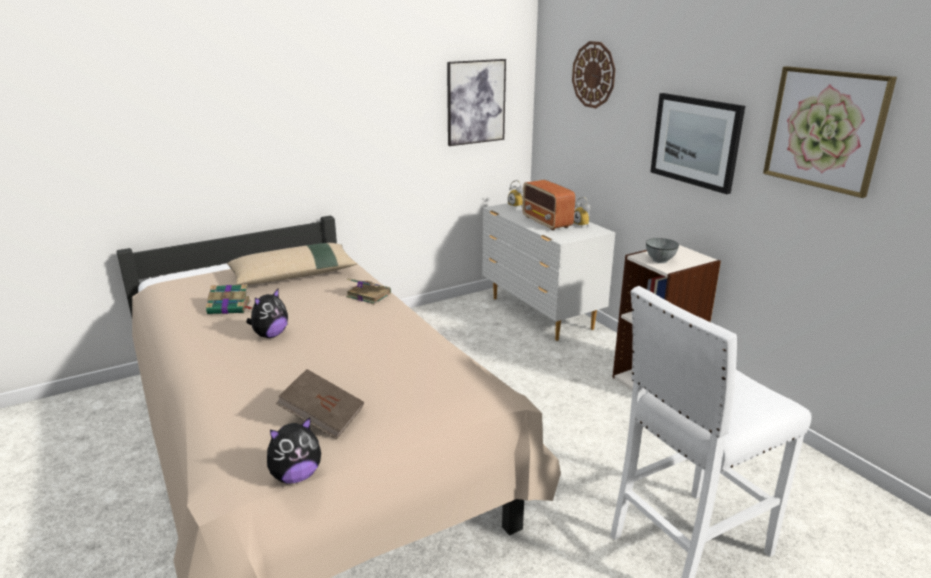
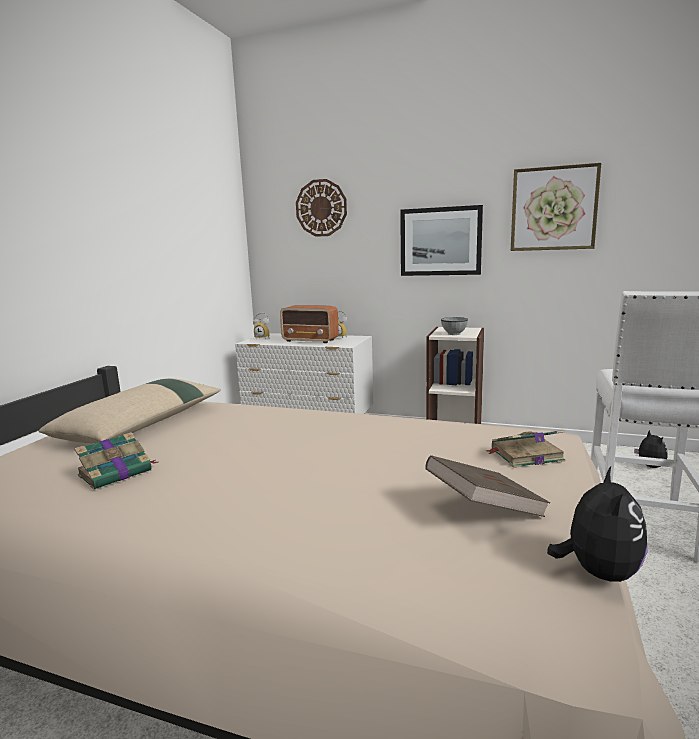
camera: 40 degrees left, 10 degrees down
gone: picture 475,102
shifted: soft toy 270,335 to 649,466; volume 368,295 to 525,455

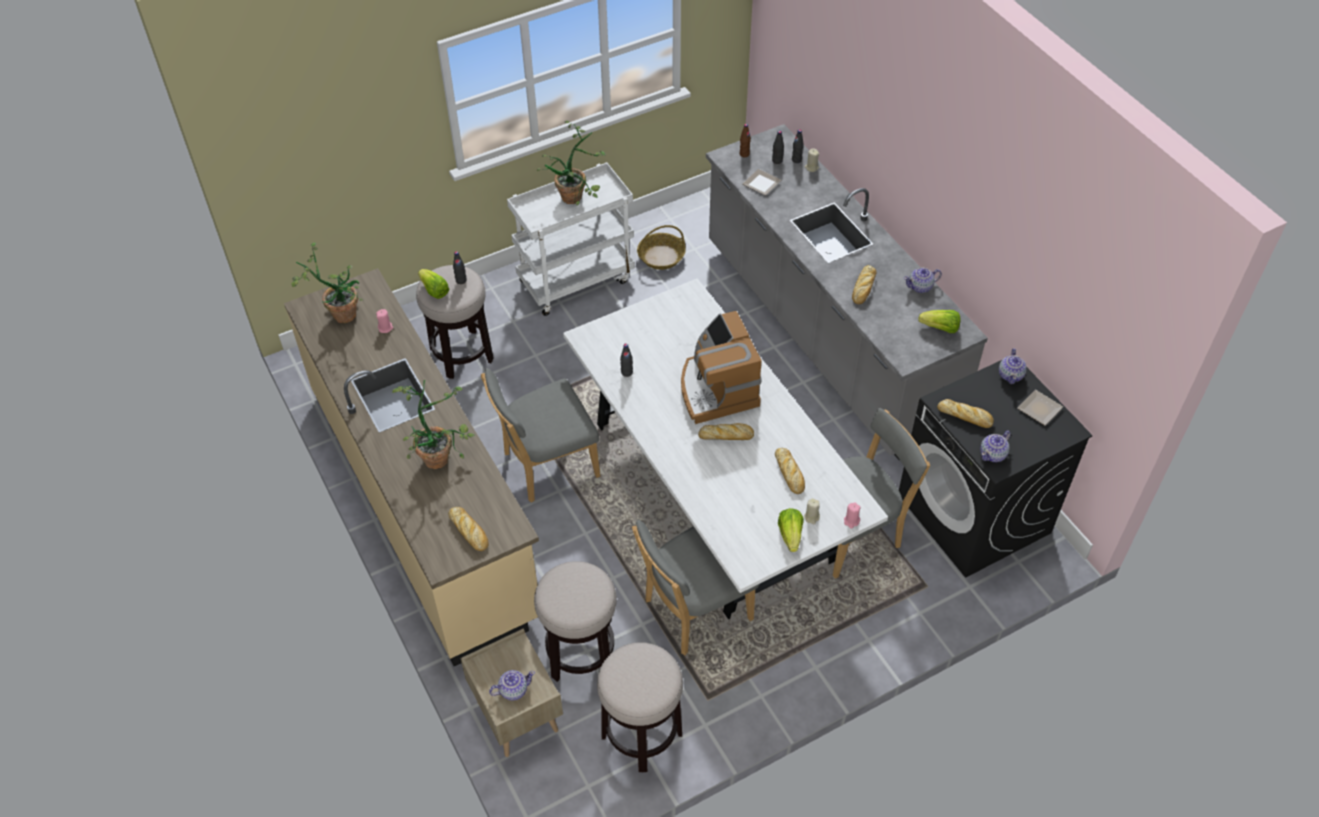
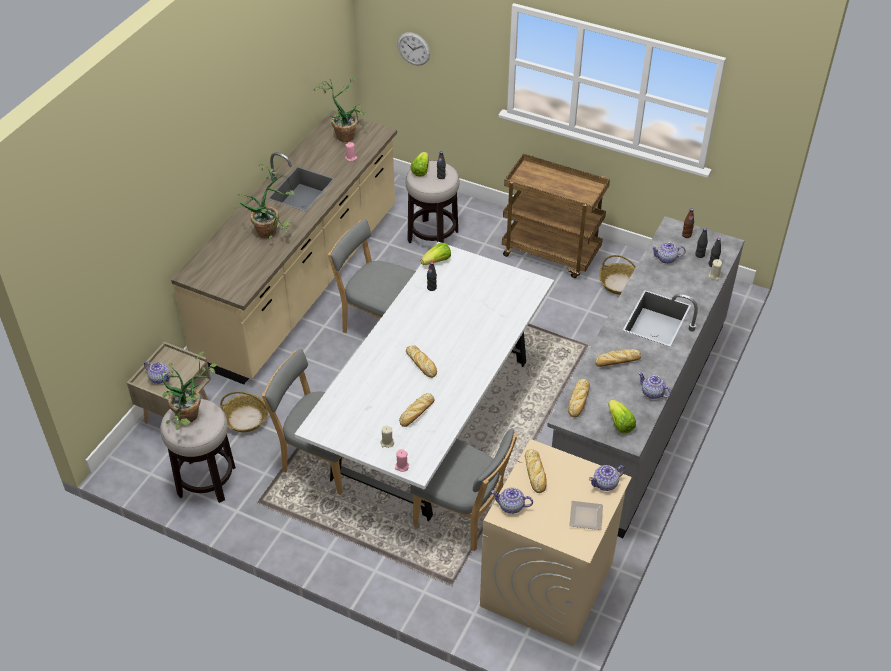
camera: 55 degrees right, 5 degrees down
gone: coffee maker 716,389
new: hanging clock 413,49
shifted: bakery bread 469,531 to 578,401; potted plant 577,196 to 191,418; lettuce head 790,535 to 437,261
swapped: sitting stool 580,653 to basket 246,418; plate 763,183 to pot for tea 666,259
repainted: white-coloured cart 576,280 to brown cart 551,253; black washing machine 974,514 to beige washing machine 547,585

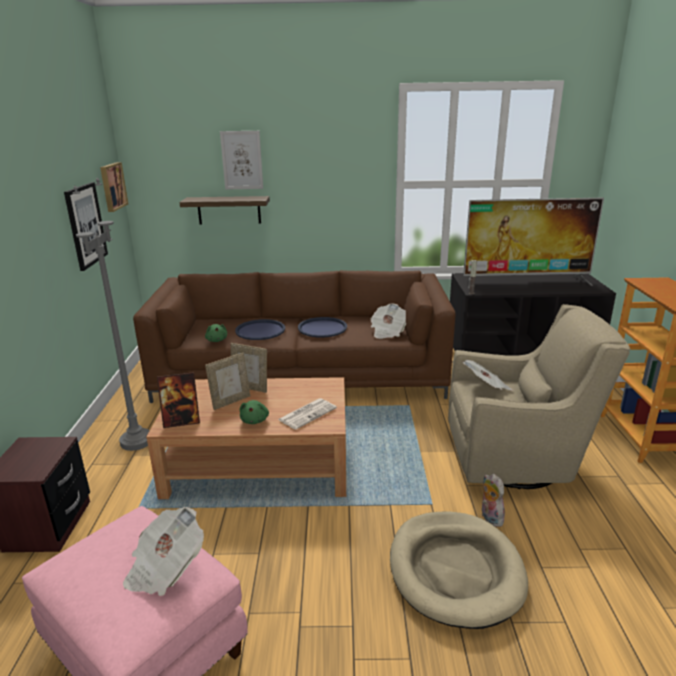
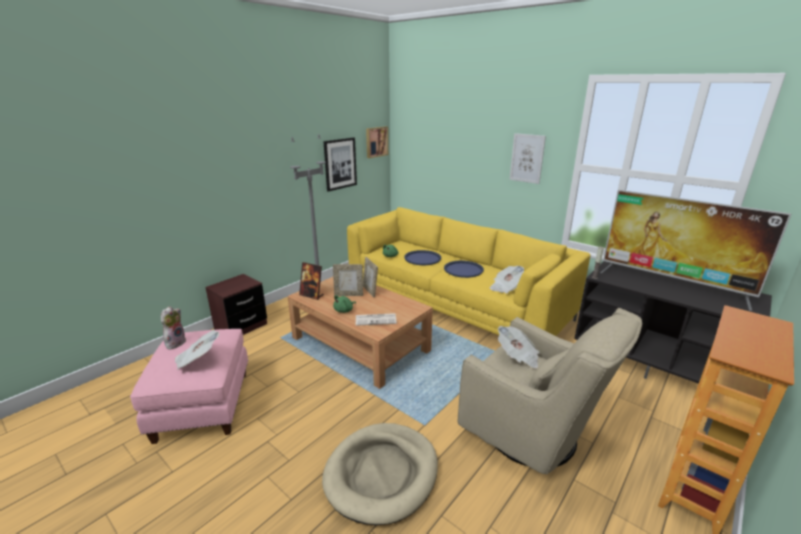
camera: 40 degrees right, 0 degrees up
gone: bracket shelf 229,210
shifted: picture 242,160 to 527,158; soft toy 489,518 to 175,343
repainted: brown couch 301,374 to yellow-coloured couch 454,301

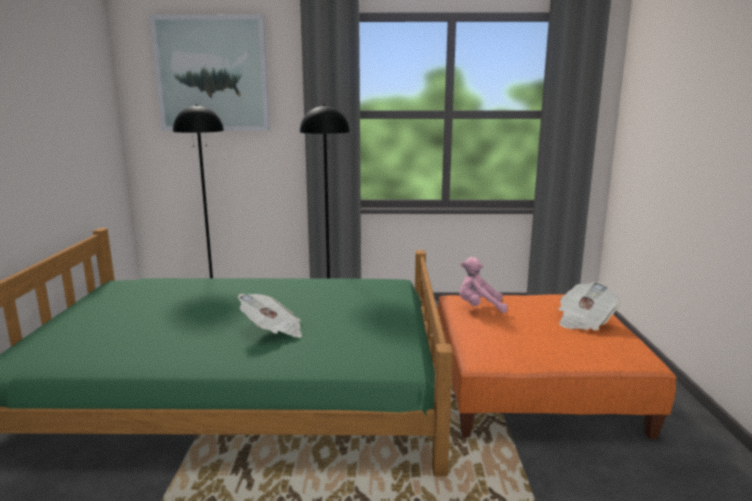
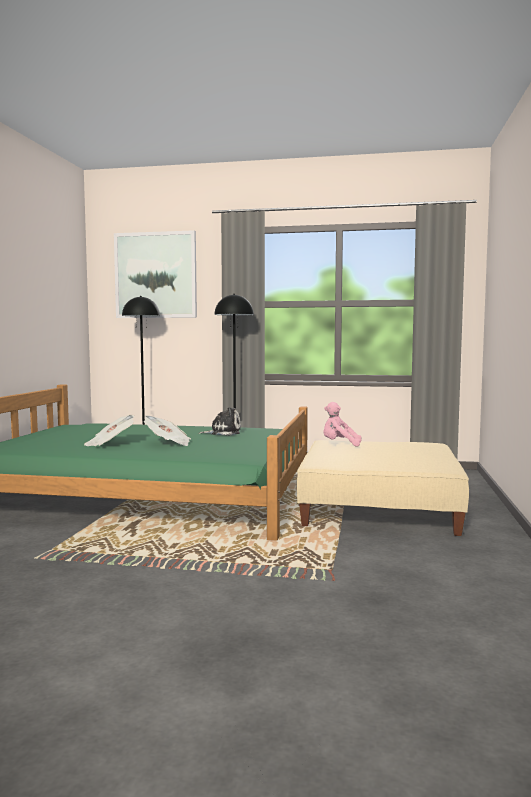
camera: 10 degrees right, 10 degrees down
new: soft toy 223,432
shifted: printed paper 584,321 to 110,444
repainted: orangey pouffe 533,387 to beige pouffe 378,508

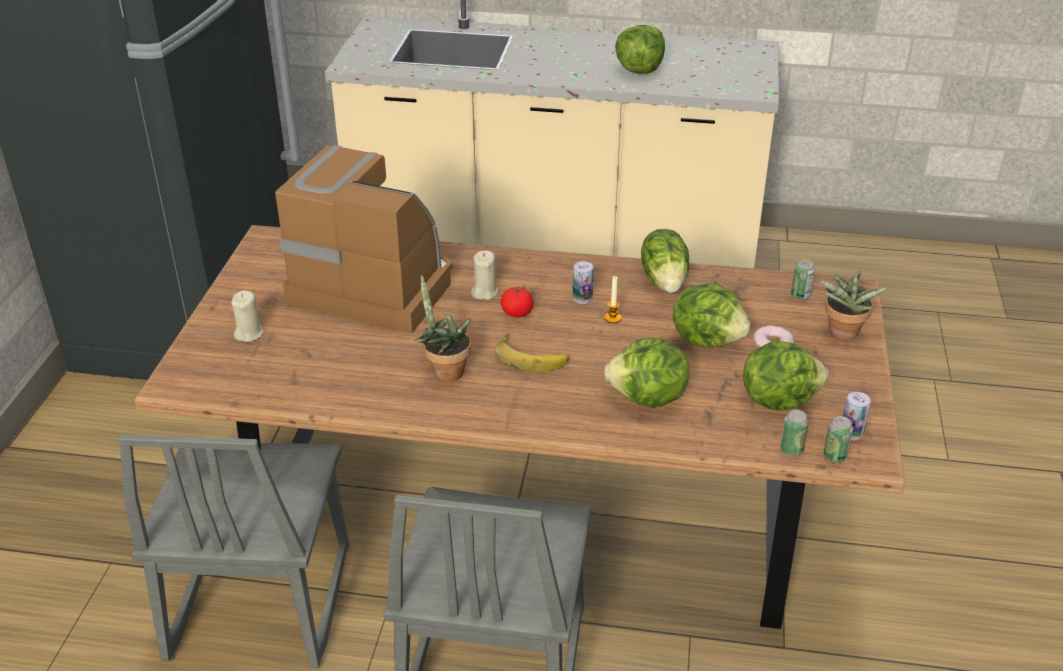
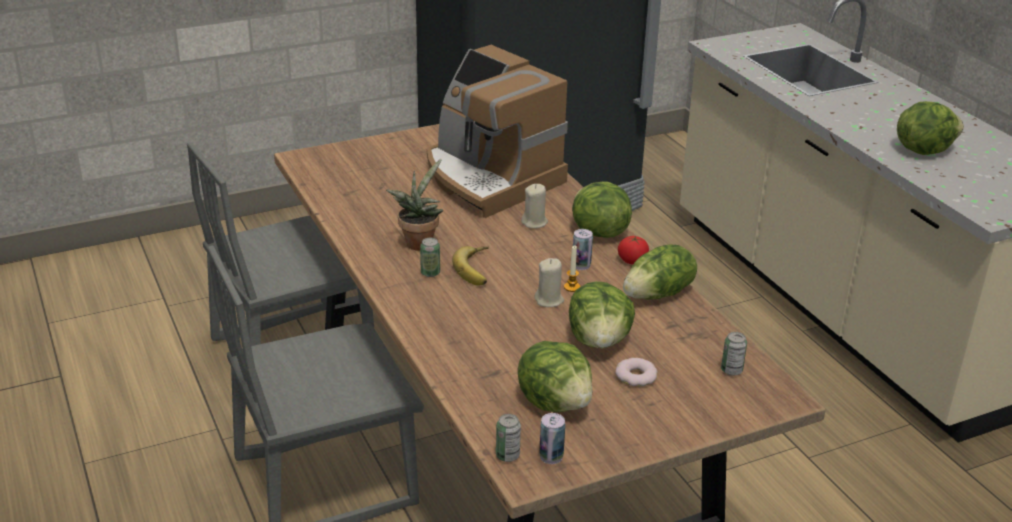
camera: 55 degrees right, 5 degrees down
gone: potted plant 842,335
shifted: beige wax light 249,334 to 549,300; whole tomato 517,313 to 632,261; lettuce head 648,399 to 598,232; metal can 791,449 to 430,273
rotated: coffee maker 373,284 = 489,178 150 degrees clockwise

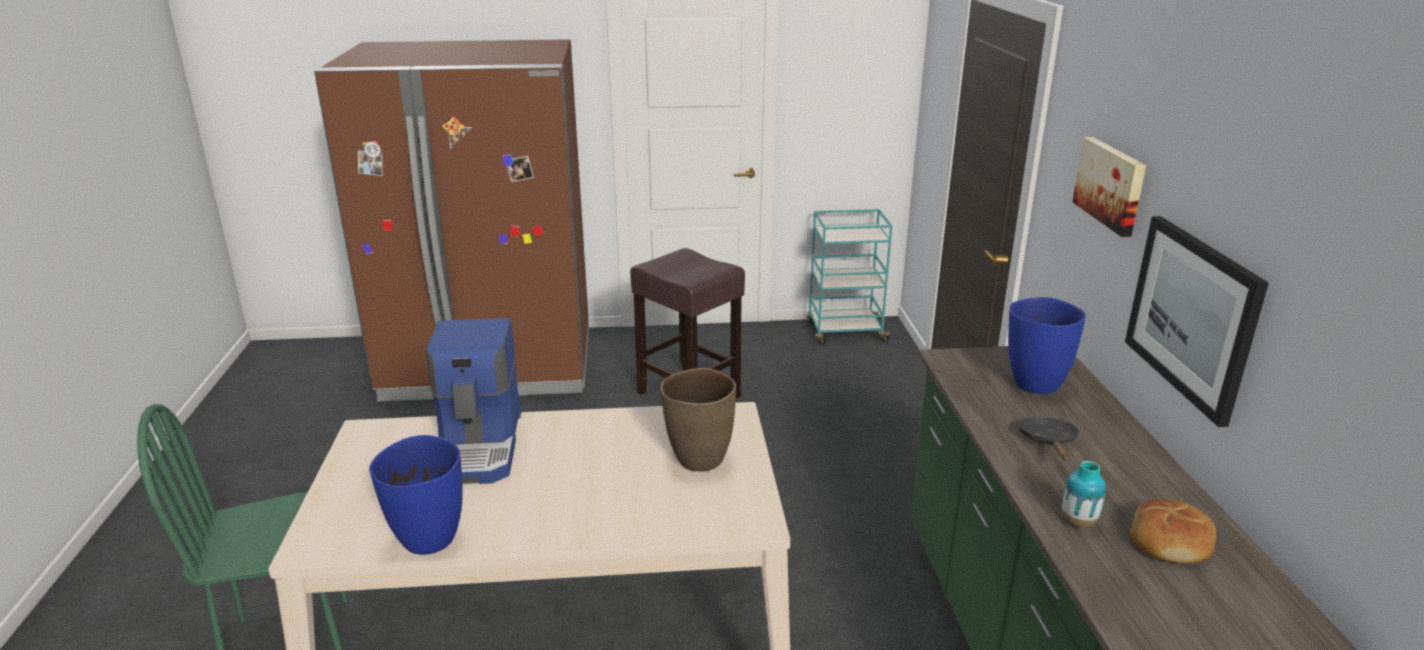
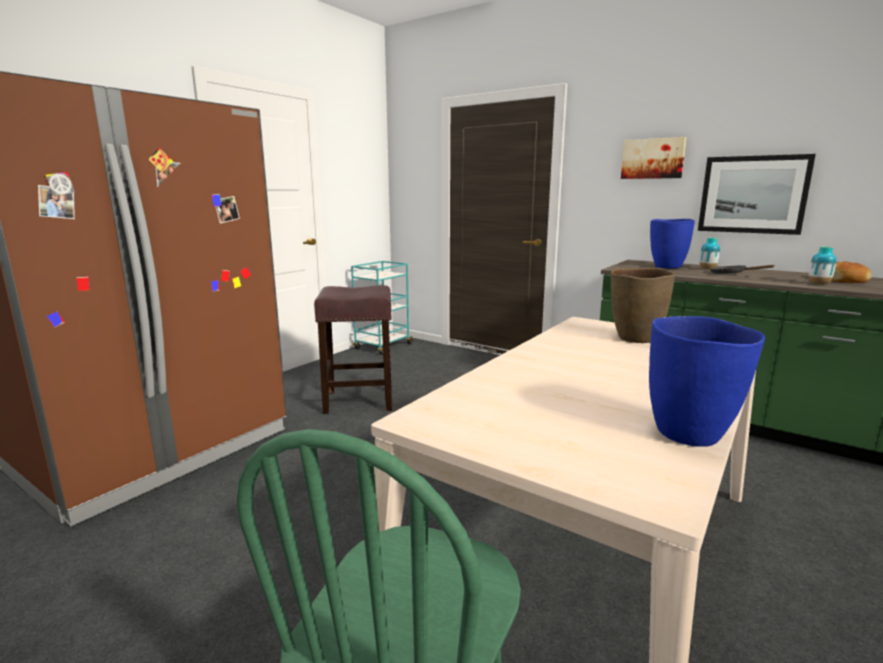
camera: 50 degrees left, 10 degrees down
gone: coffee maker 480,446
new: vase 707,269

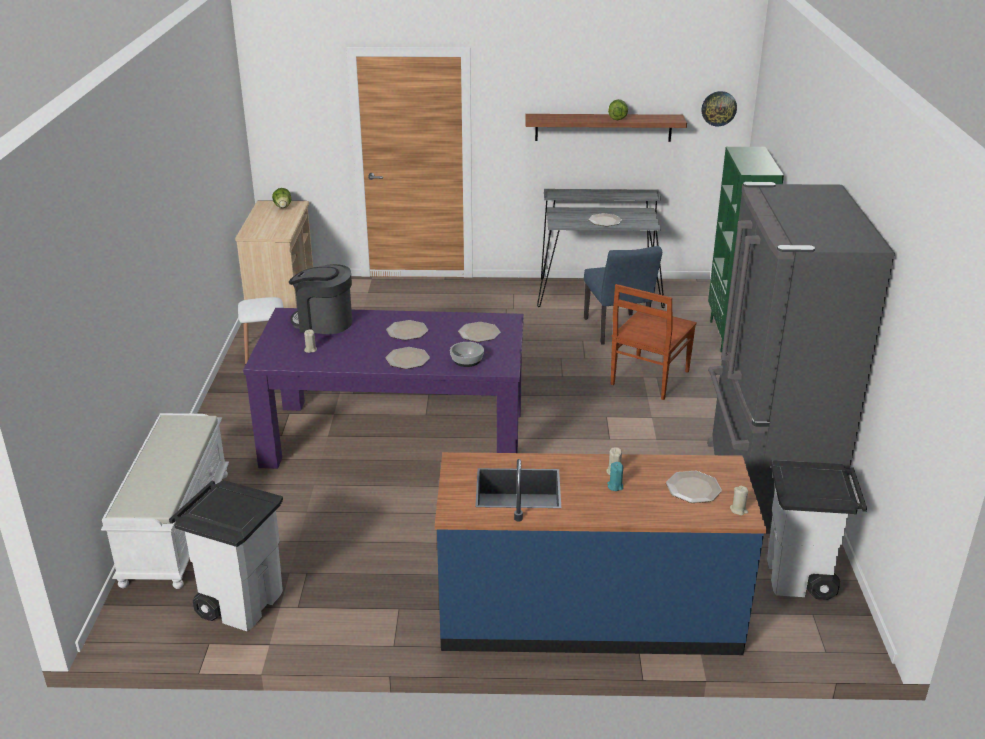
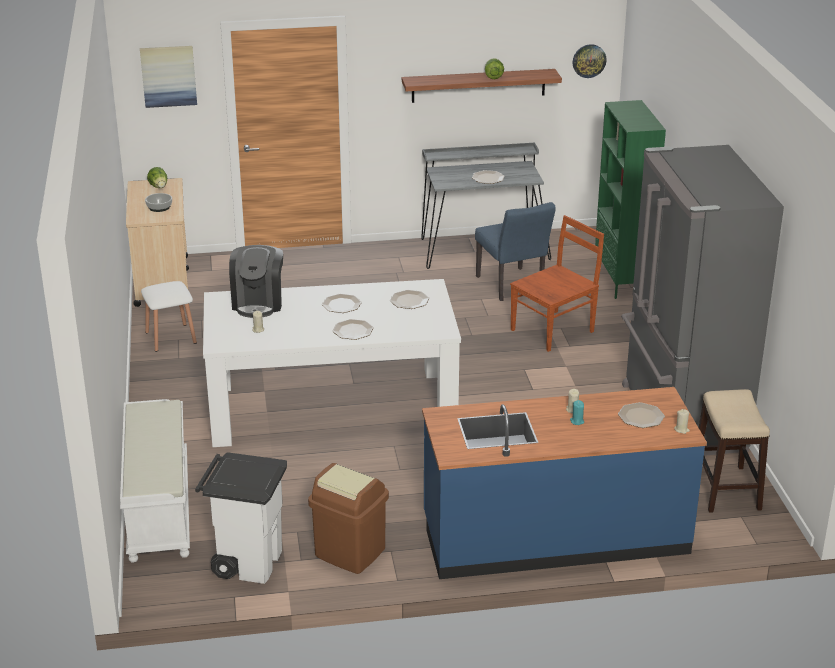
camera: 10 degrees left, 0 degrees up
new: picture 168,76; brown rubbish bin 349,553
shifted: serving bowl 467,360 to 159,207
swapped: white-coloured rubbish bin 800,578 to sitting stool 726,489
repainted: purple dining table 395,436 to white-coloured dining table 332,406
rotated: coffee maker 323,322 = 258,303 90 degrees counterclockwise; brown plain chair 648,378 = 554,330 150 degrees counterclockwise

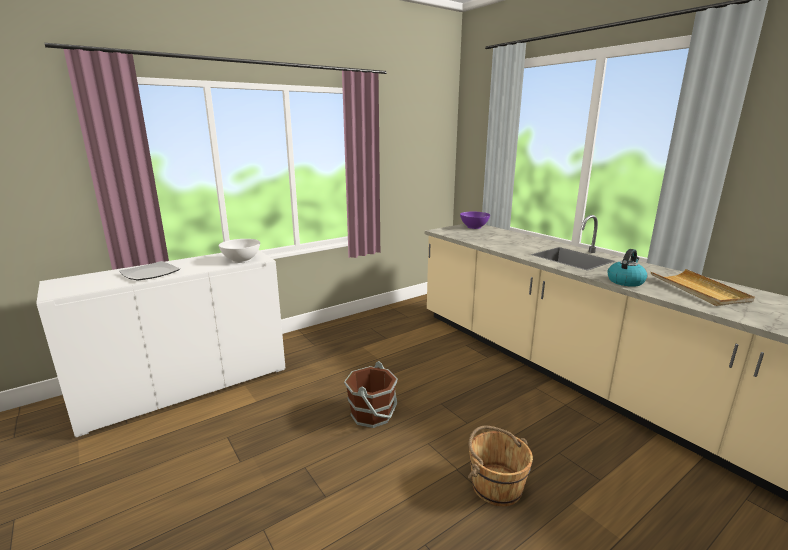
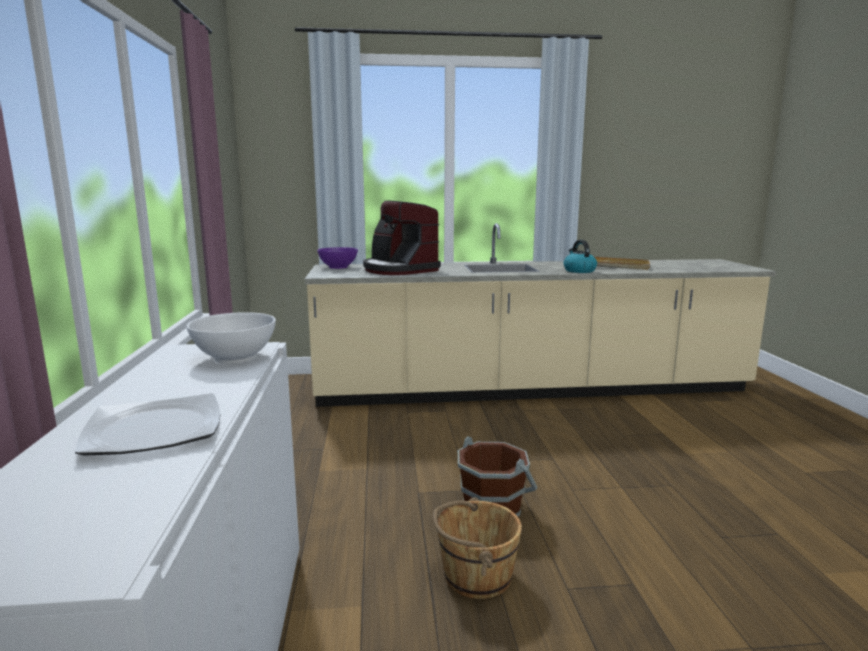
camera: 60 degrees left, 5 degrees down
new: coffee maker 399,270
shifted: brown bucket 496,485 to 476,575

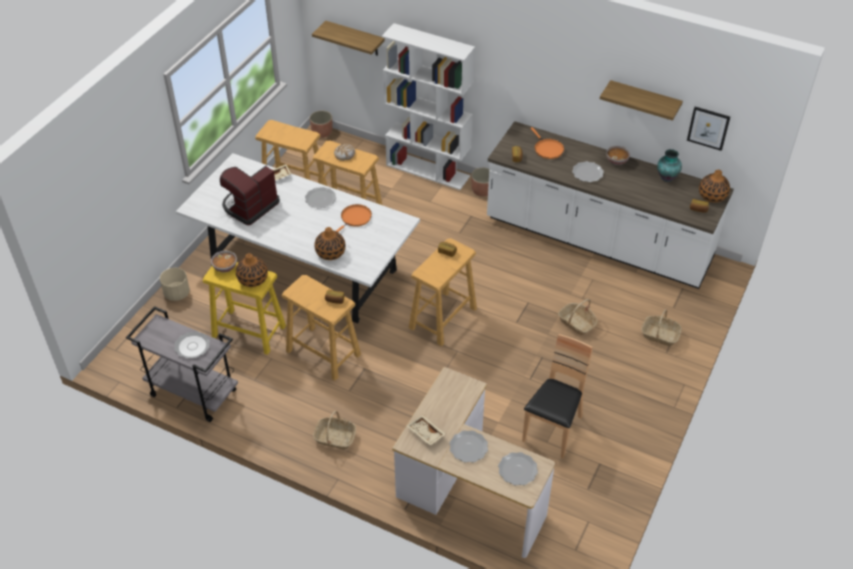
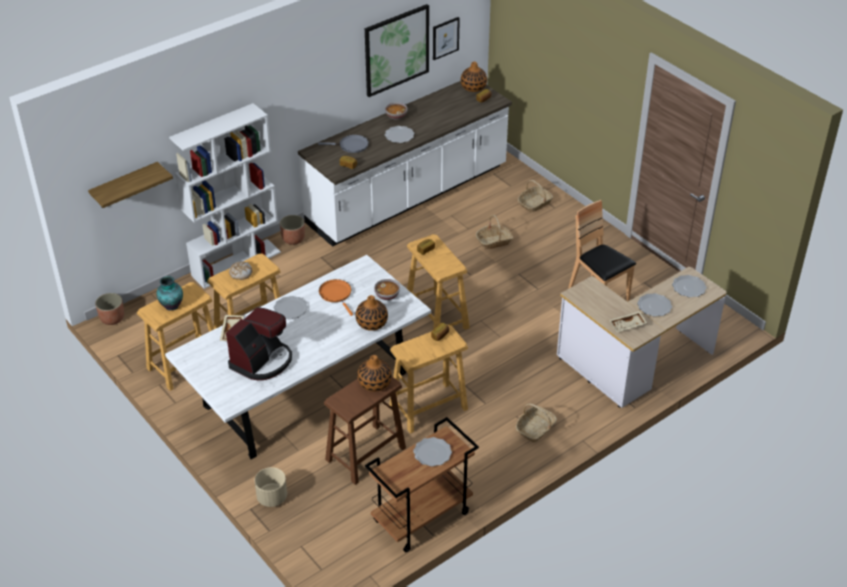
camera: 65 degrees left, 5 degrees down
shifted: serving bowl 225,267 to 387,295; vase 666,177 to 171,306
swapped: bracket shelf 644,100 to picture 396,50
repainted: greyish cart 192,393 to brown cart 421,518; yellow-coloured sitting stool 248,331 to brown sitting stool 365,454; orangey frying pan 547,149 to greyish frying pan 351,146
rotated: coffee maker 250,206 = 262,361 120 degrees counterclockwise

